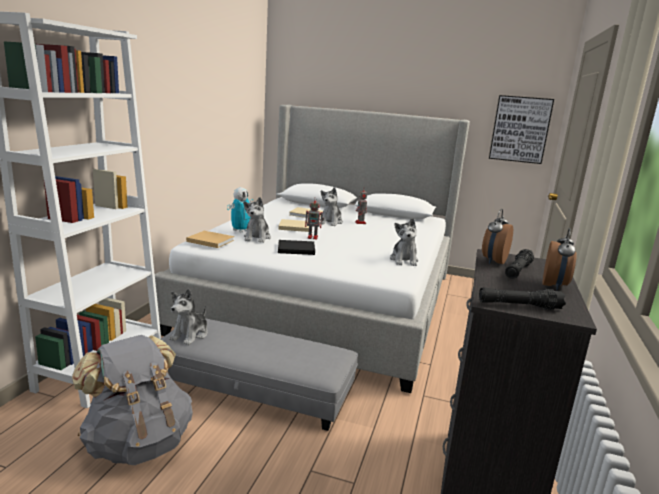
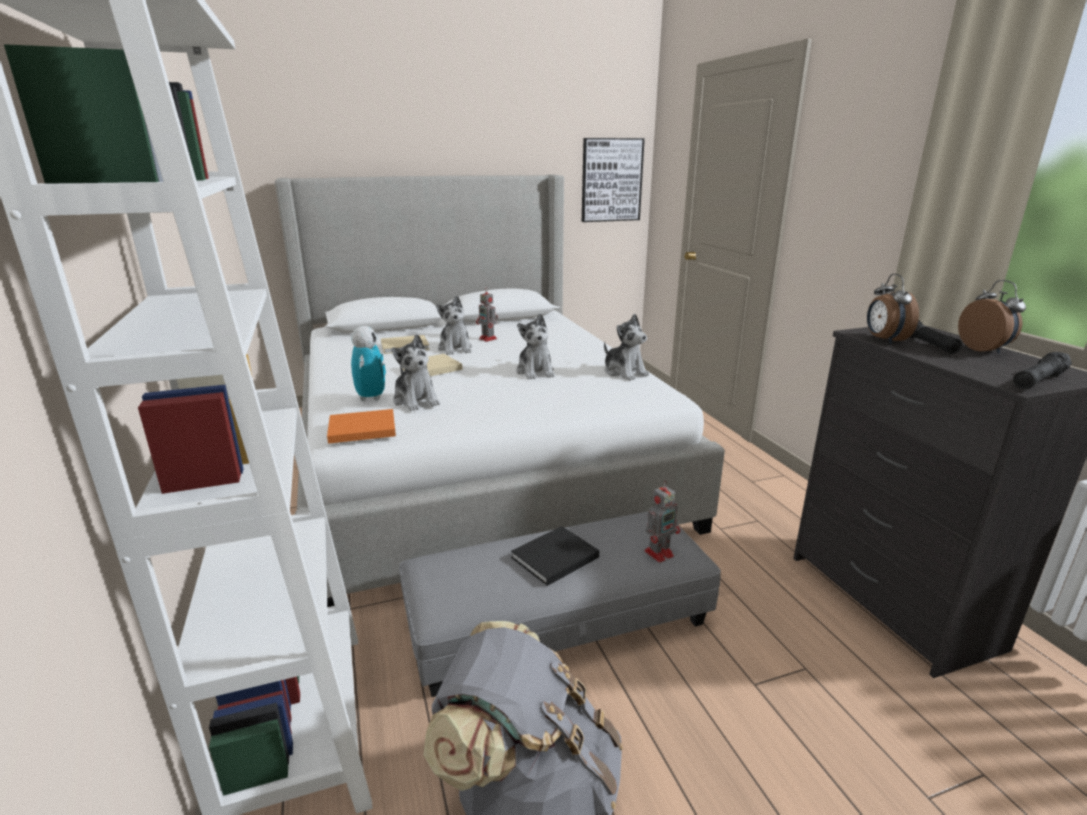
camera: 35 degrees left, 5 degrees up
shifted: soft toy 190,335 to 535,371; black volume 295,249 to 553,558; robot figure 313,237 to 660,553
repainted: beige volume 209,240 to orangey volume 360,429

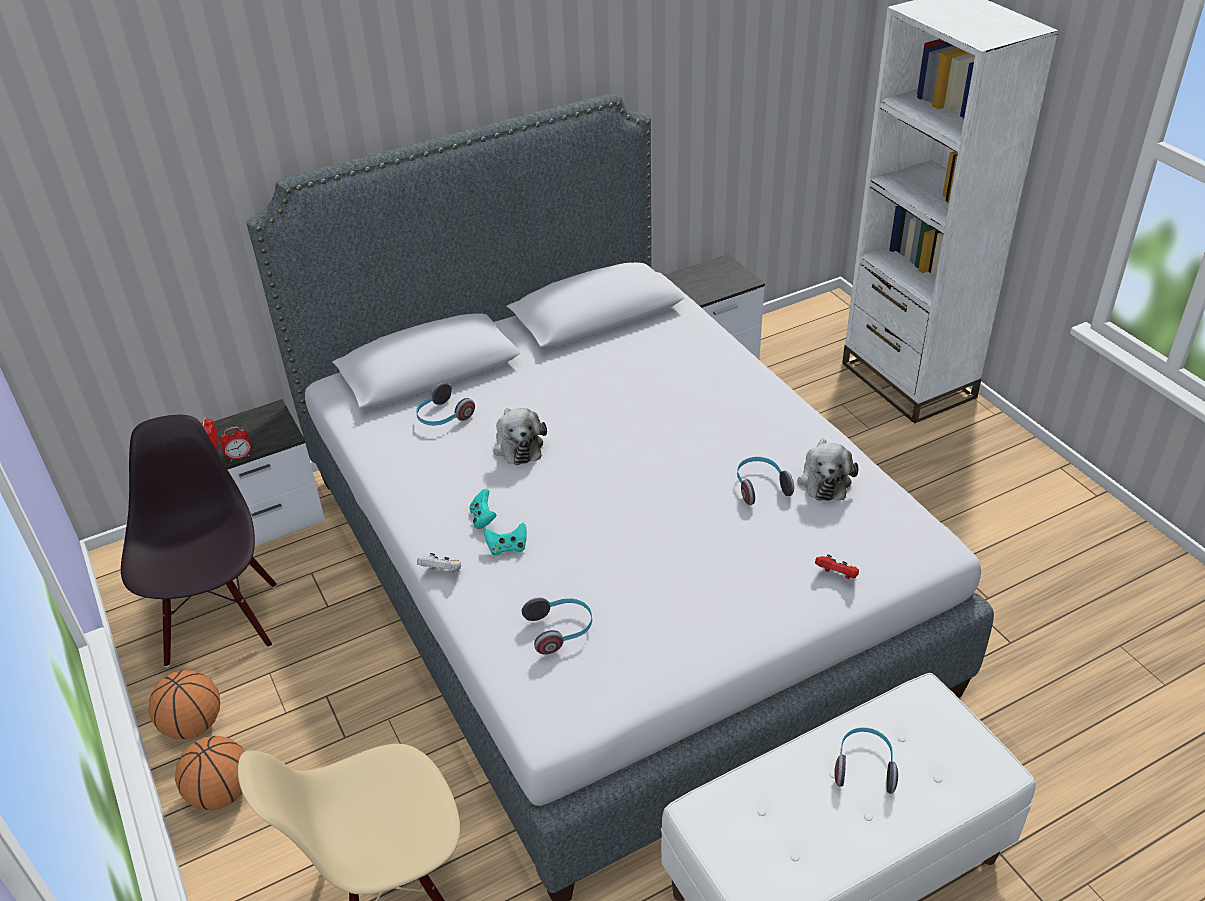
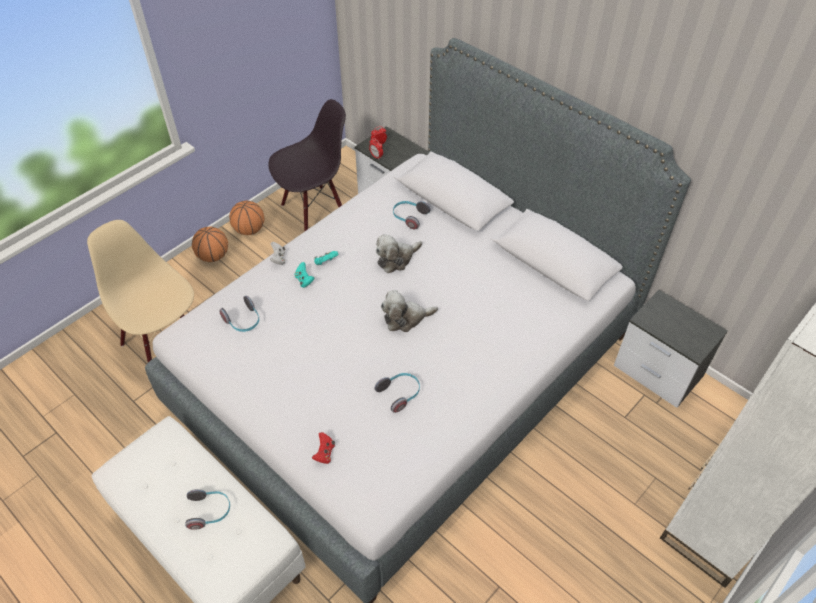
camera: 70 degrees right, 10 degrees up
shifted: soft toy 824,479 to 406,318

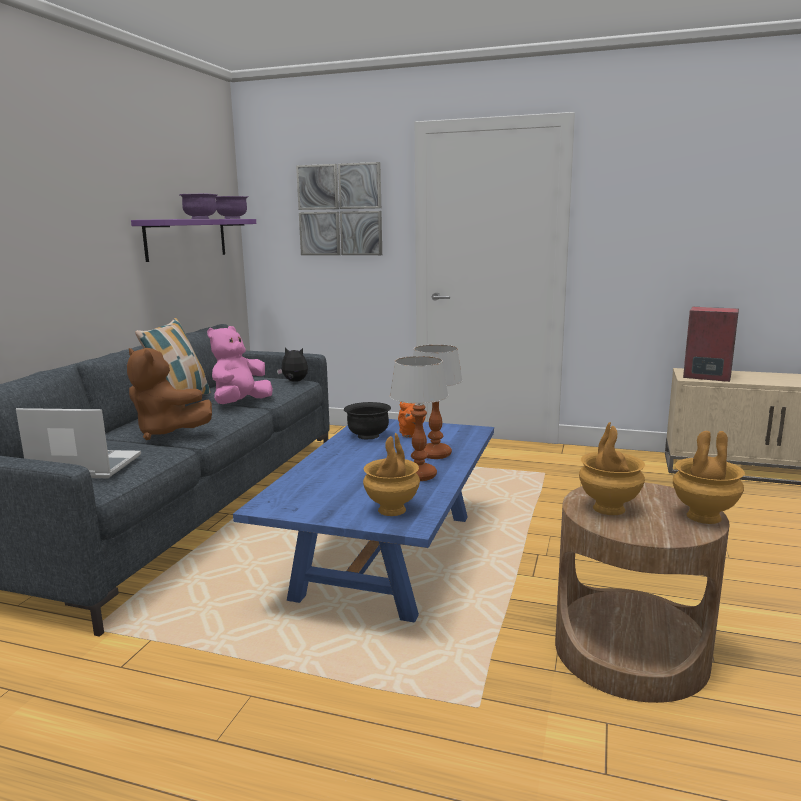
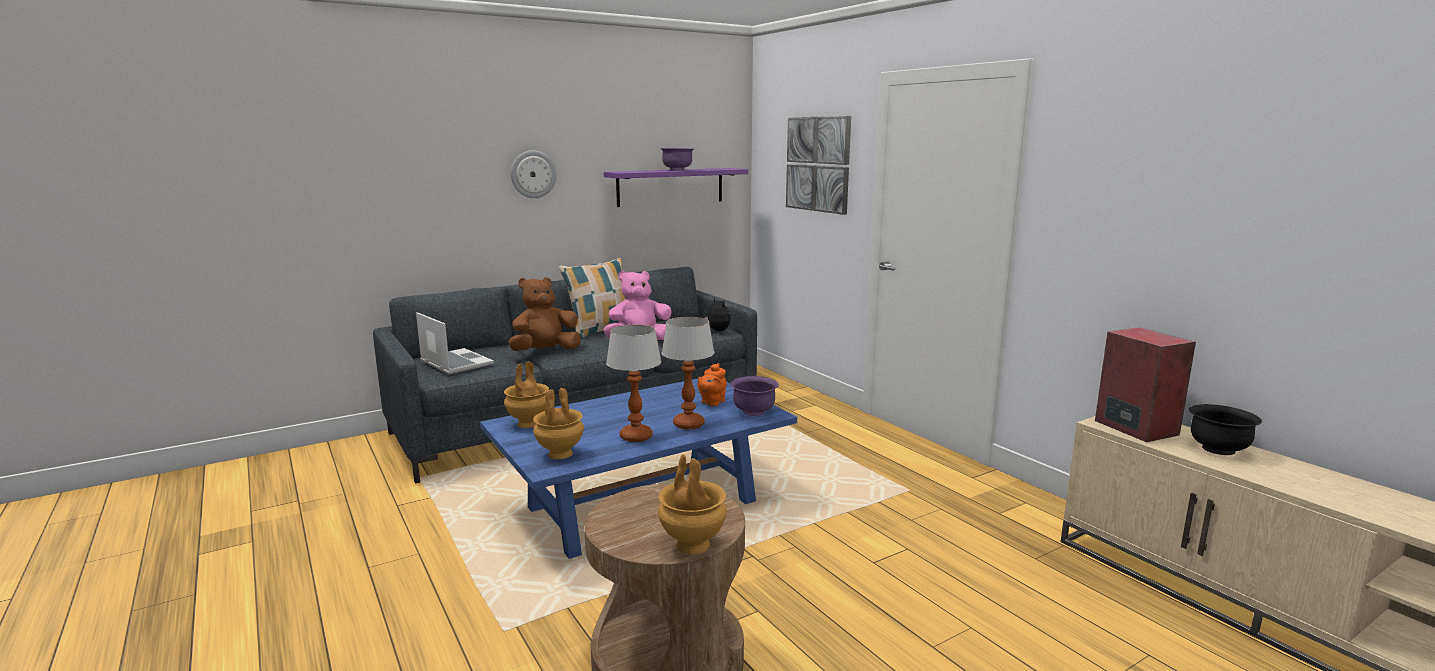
camera: 40 degrees right, 0 degrees up
new: hanging clock 533,174
shifted: purple serving bowl 232,218 to 753,412; black serving bowl 368,436 to 1218,449; brown vase 608,508 to 529,423
rotated: brown soft toy 167,432 = 545,351 75 degrees clockwise

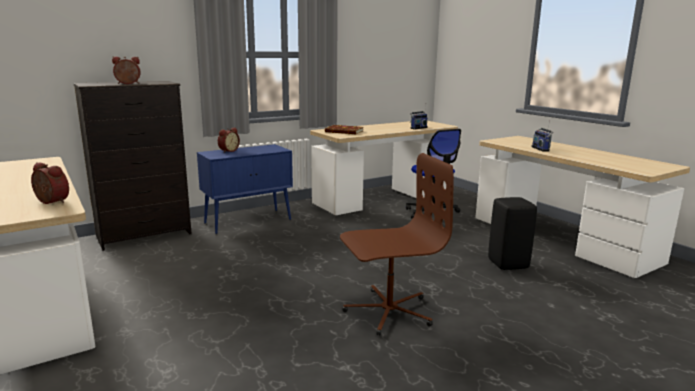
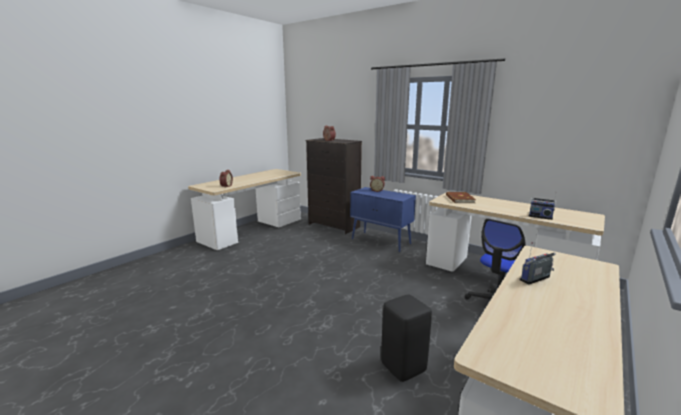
camera: 70 degrees right, 0 degrees up
gone: brown desk chair 388,311

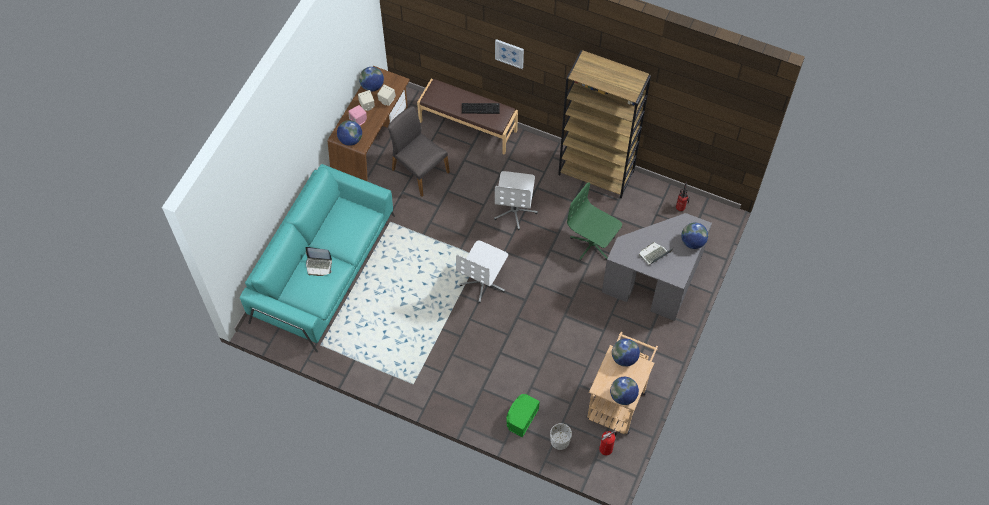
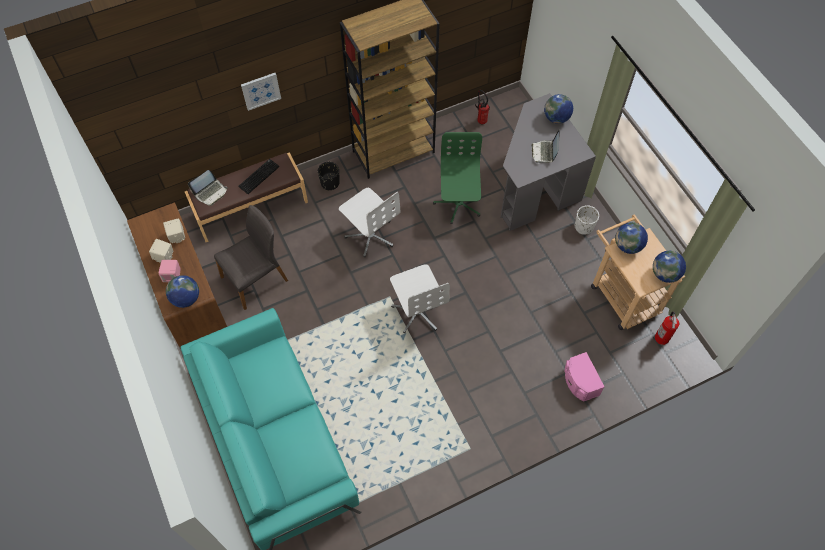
camera: 50 degrees left, 0 degrees up
gone: globe 372,86
new: black plant pot 330,183
shifted: notebook computer 319,265 to 210,192; white-coloured plant pot 560,441 to 584,227
repainted: green-coloured speaker 521,418 to pinkish speaker 579,382
rotated: greyish plain chair 419,171 = 255,279 150 degrees clockwise; green-coloured desk chair 592,244 = 458,204 105 degrees clockwise

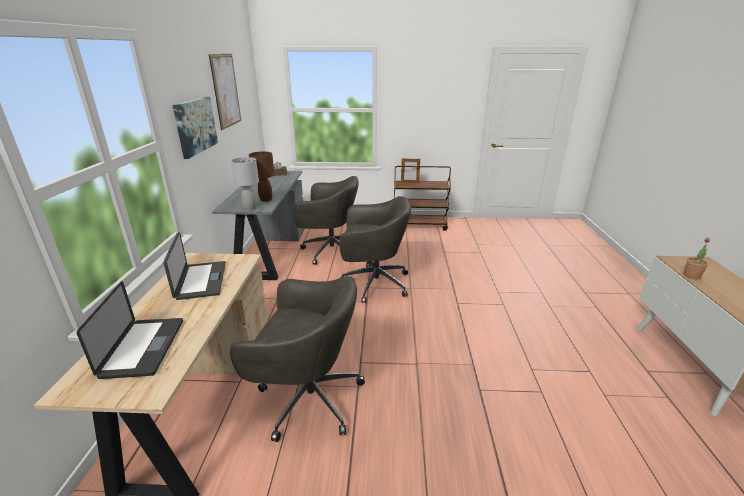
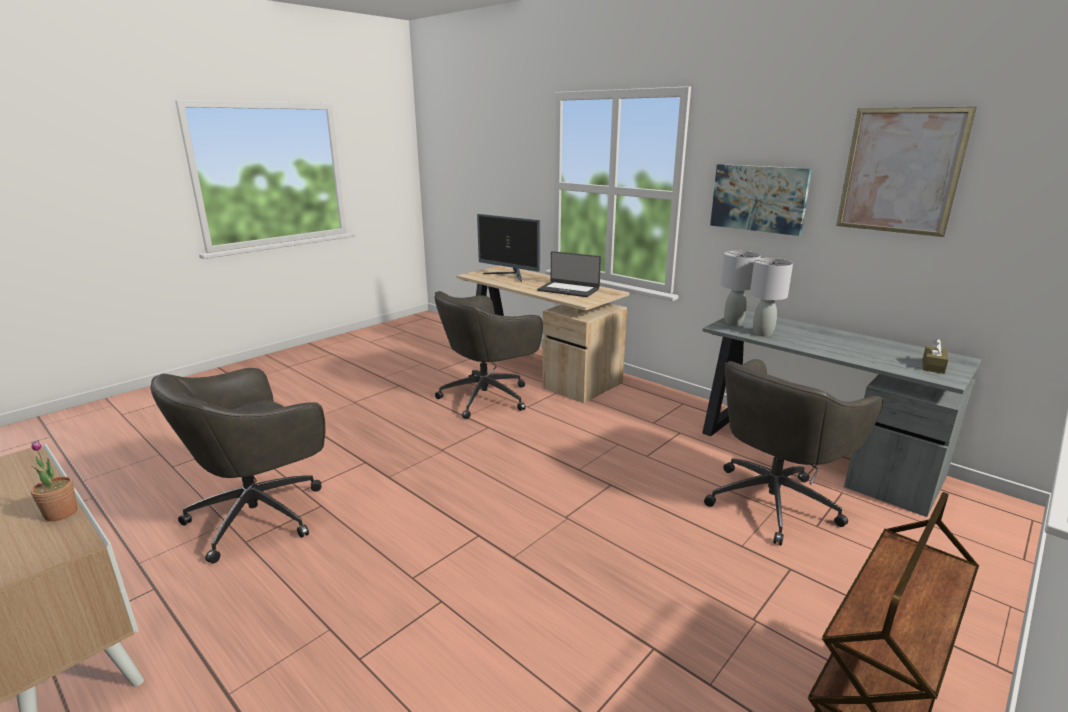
camera: 130 degrees right, 5 degrees down
gone: photo frame 409,182
shifted: greyish desk chair 373,283 to 261,514
swapped: notebook computer 143,348 to computer display 510,276
repainted: brown lamp for a table 266,199 to greyish lamp for a table 762,333

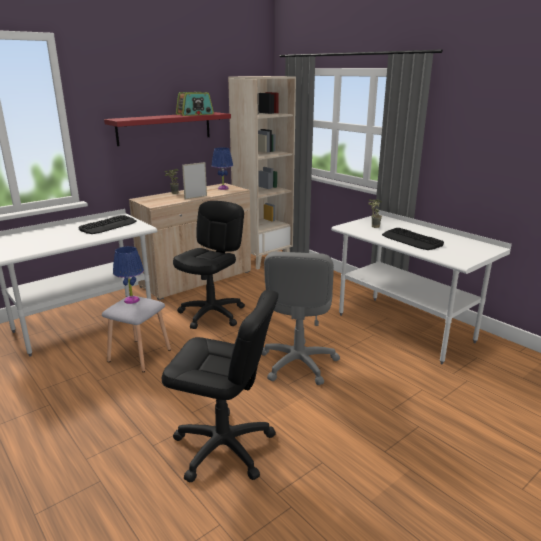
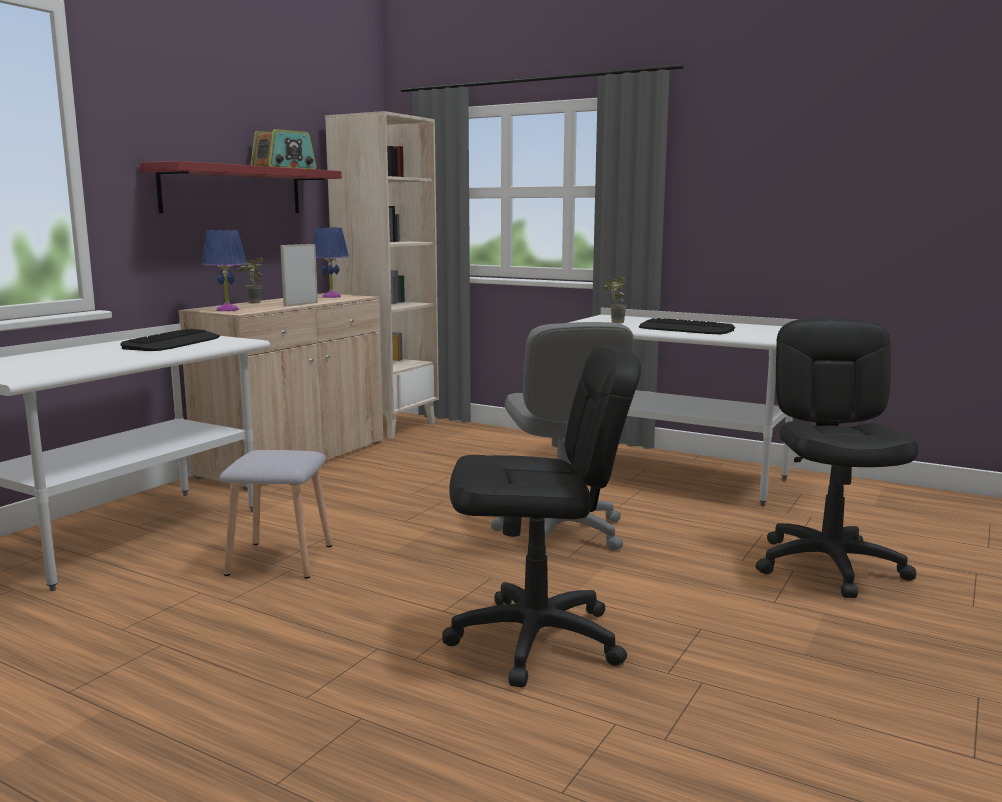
camera: 20 degrees left, 10 degrees down
shifted: bluish lamp for a table 131,300 to 227,310; black desk chair 212,314 to 829,566

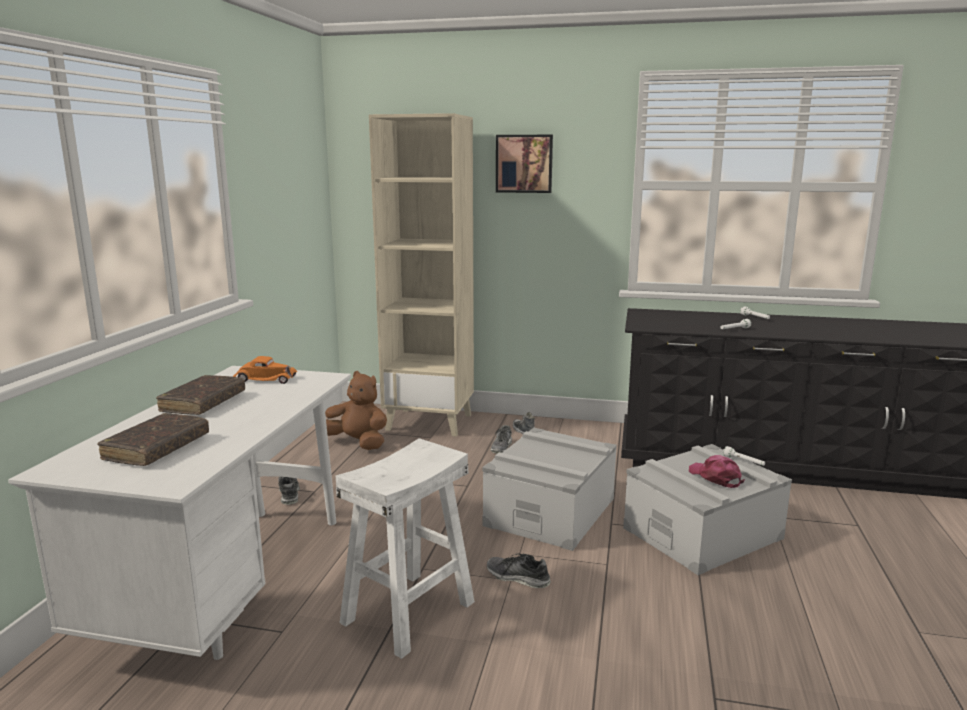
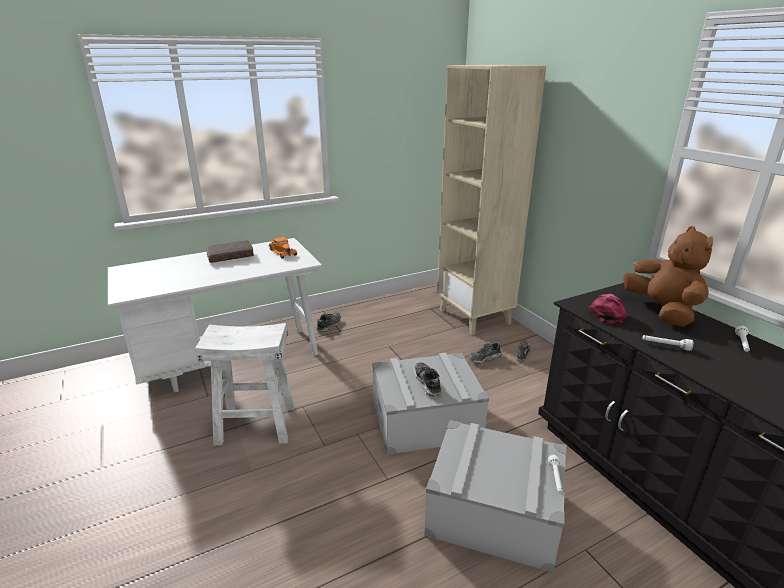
camera: 50 degrees right, 10 degrees up
gone: brown volume 157,448; picture 524,163
shifted: brown soft toy 358,443 to 662,311; shoe 518,578 to 427,383; pinkish cap 715,477 to 607,313

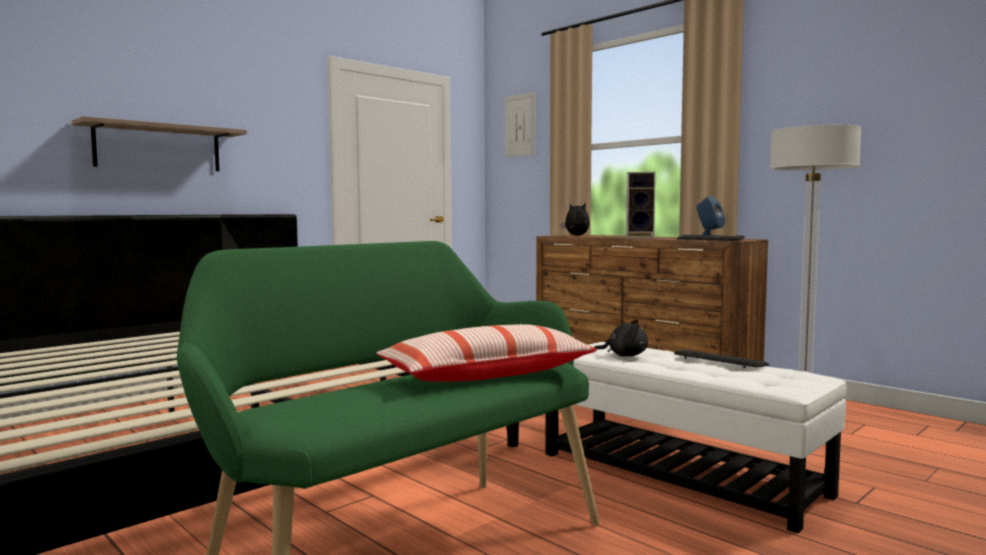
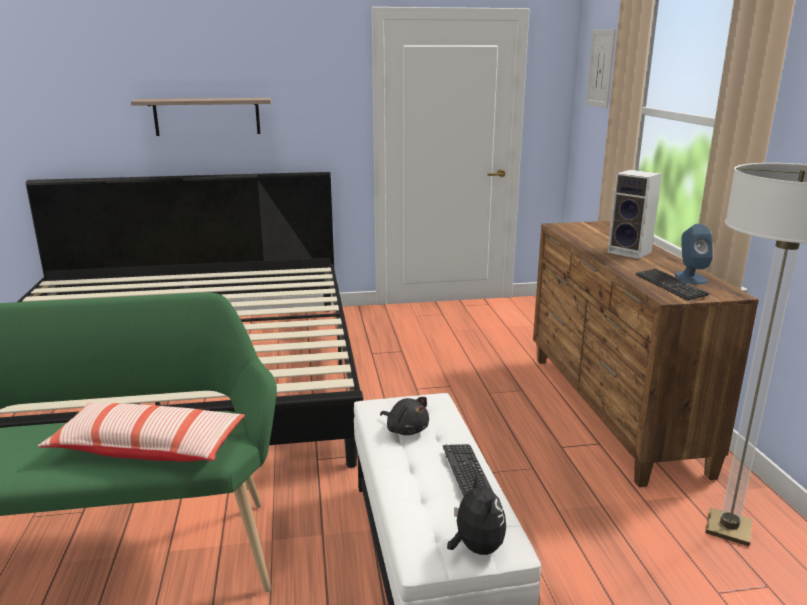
camera: 35 degrees right, 15 degrees up
shifted: soft toy 576,235 to 476,548

